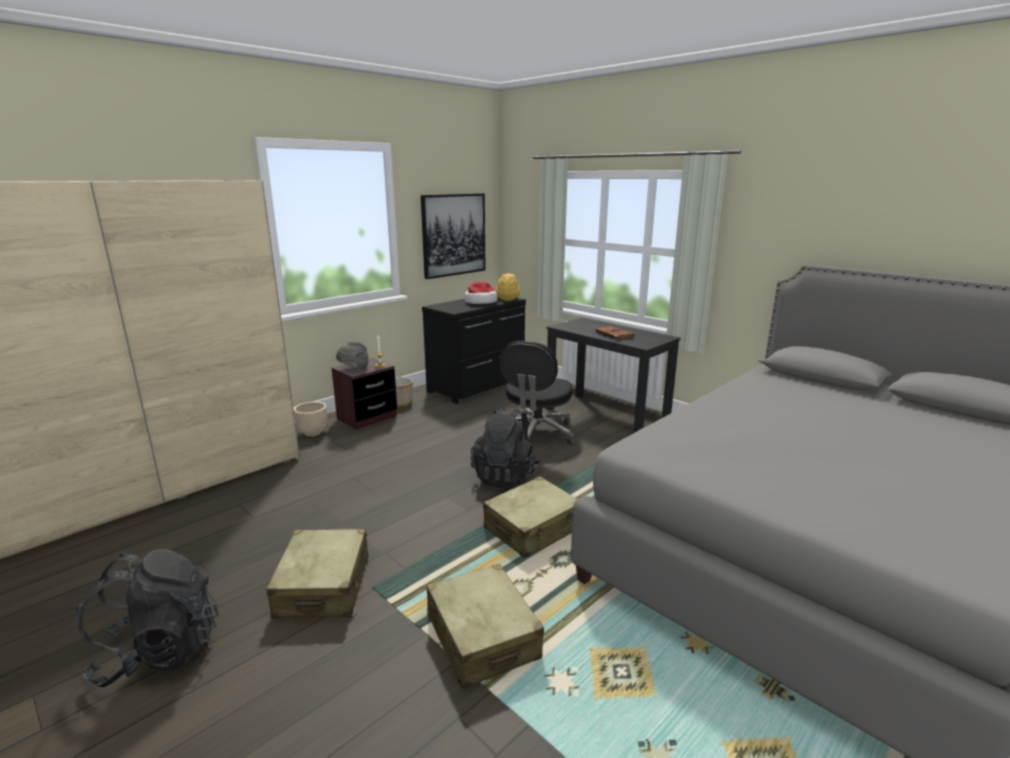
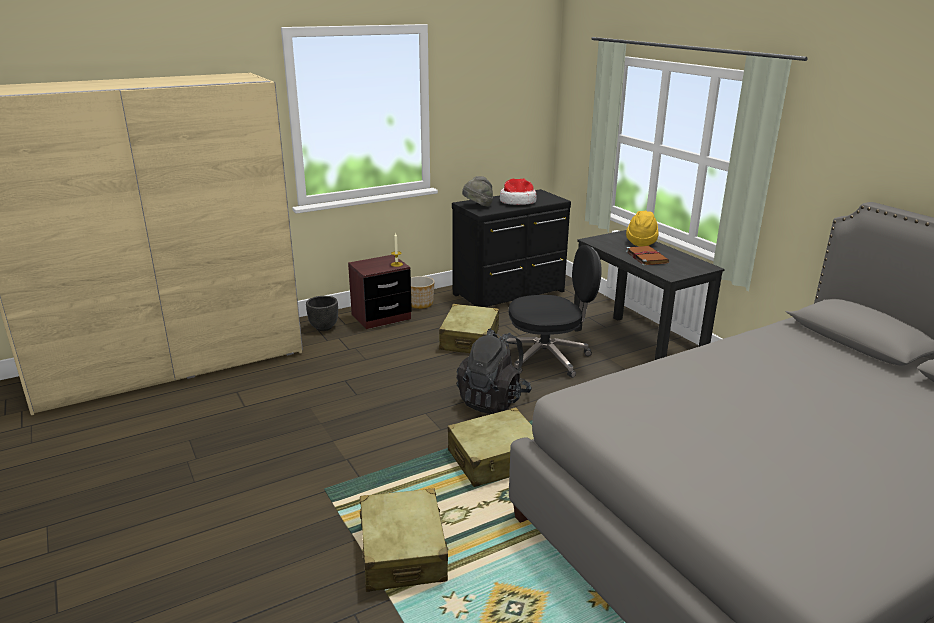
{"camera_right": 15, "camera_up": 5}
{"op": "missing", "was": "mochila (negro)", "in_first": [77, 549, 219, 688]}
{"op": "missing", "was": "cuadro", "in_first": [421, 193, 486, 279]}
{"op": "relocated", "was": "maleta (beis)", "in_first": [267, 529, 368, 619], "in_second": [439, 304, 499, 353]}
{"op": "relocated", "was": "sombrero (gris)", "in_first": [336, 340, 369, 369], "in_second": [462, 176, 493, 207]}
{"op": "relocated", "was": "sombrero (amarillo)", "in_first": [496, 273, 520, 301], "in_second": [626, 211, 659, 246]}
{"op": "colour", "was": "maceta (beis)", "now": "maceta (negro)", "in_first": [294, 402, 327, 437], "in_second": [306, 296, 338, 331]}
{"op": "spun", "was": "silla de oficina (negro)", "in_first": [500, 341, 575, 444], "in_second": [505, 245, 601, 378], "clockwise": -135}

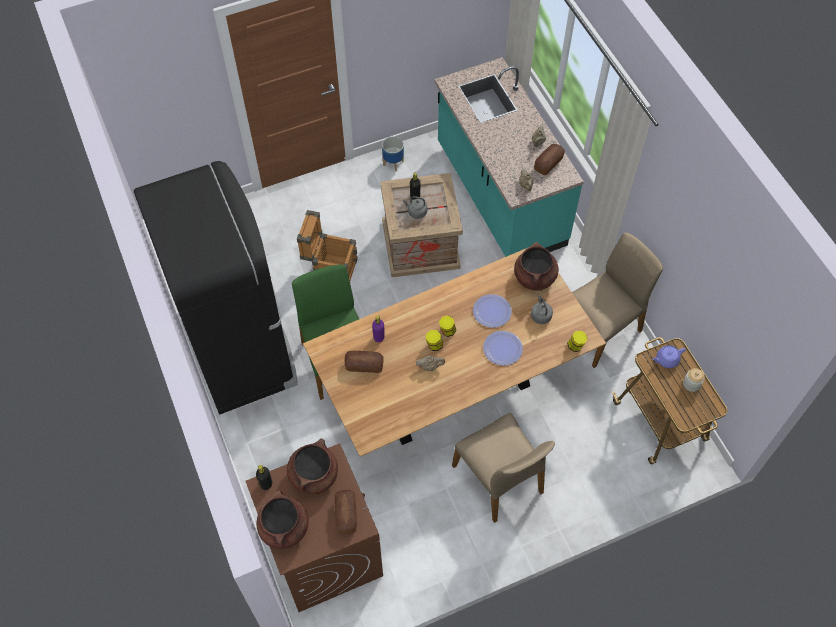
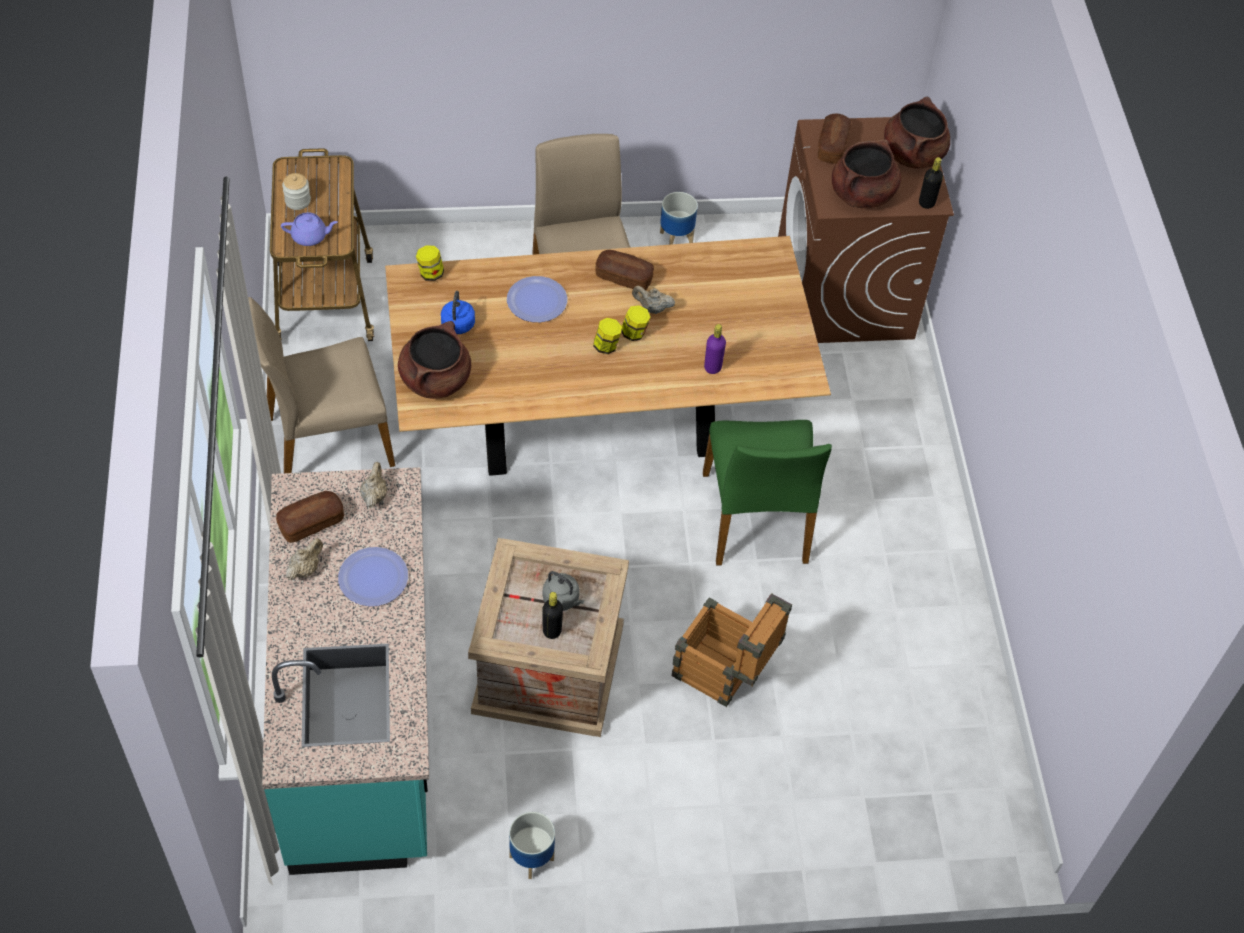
{"camera_right": -165, "camera_up": -5}
{"op": "missing", "was": "nevera (negro)", "in_first": [134, 161, 298, 414]}
{"op": "appeared", "now": "maceta", "in_second": [660, 192, 698, 245]}
{"op": "relocated", "was": "pan", "in_first": [344, 351, 384, 373], "in_second": [596, 250, 654, 290]}
{"op": "relocated", "was": "plato", "in_first": [473, 294, 512, 328], "in_second": [338, 547, 408, 606]}
{"op": "colour", "was": "hervidor (gris)", "now": "hervidor (azul)", "in_first": [531, 295, 553, 324], "in_second": [441, 291, 475, 334]}

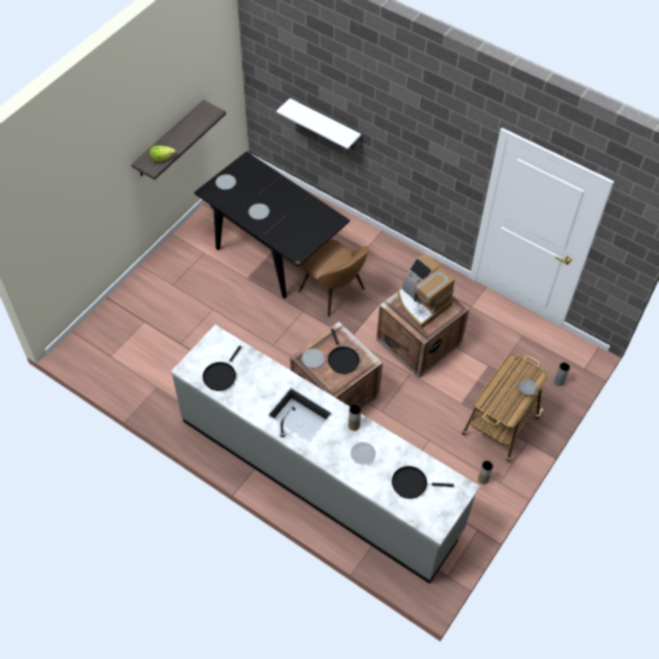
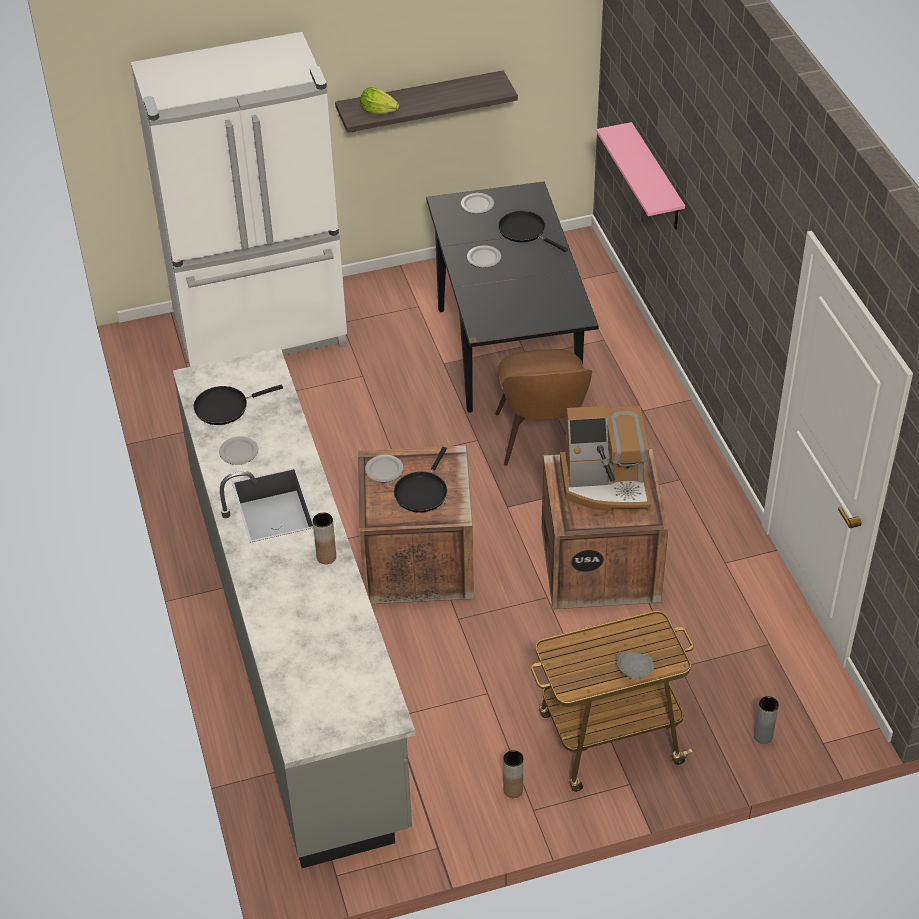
{"camera_right": 40, "camera_up": -10}
{"op": "appeared", "now": "nevera (blanco)", "in_second": [131, 32, 347, 367]}
{"op": "relocated", "was": "plato", "in_first": [351, 442, 376, 465], "in_second": [219, 436, 258, 465]}
{"op": "relocated", "was": "sartén (negro)", "in_first": [392, 466, 454, 499], "in_second": [498, 211, 568, 252]}
{"op": "colour", "was": "estante (blanco)", "now": "estante (rosa)", "in_first": [276, 98, 361, 149], "in_second": [596, 122, 685, 229]}
{"op": "spun", "was": "cafetera", "in_first": [397, 253, 455, 328], "in_second": [560, 406, 651, 511], "clockwise": -90}

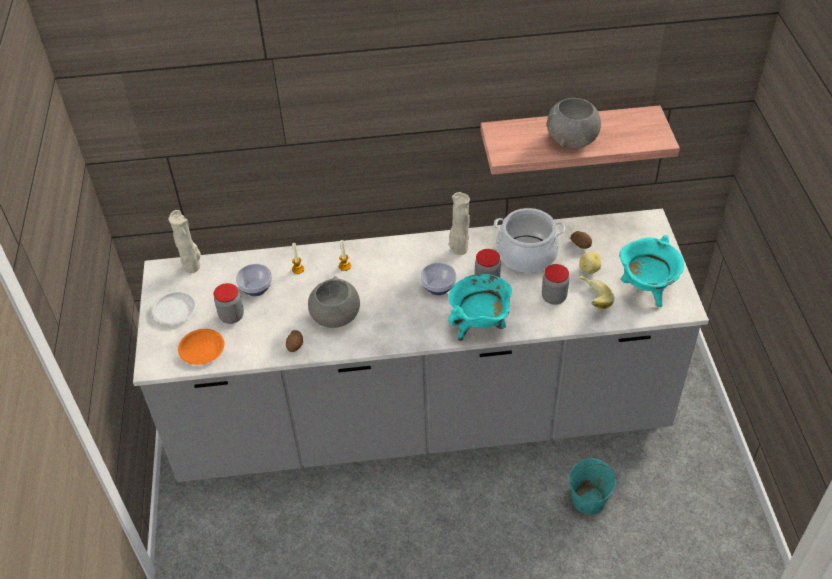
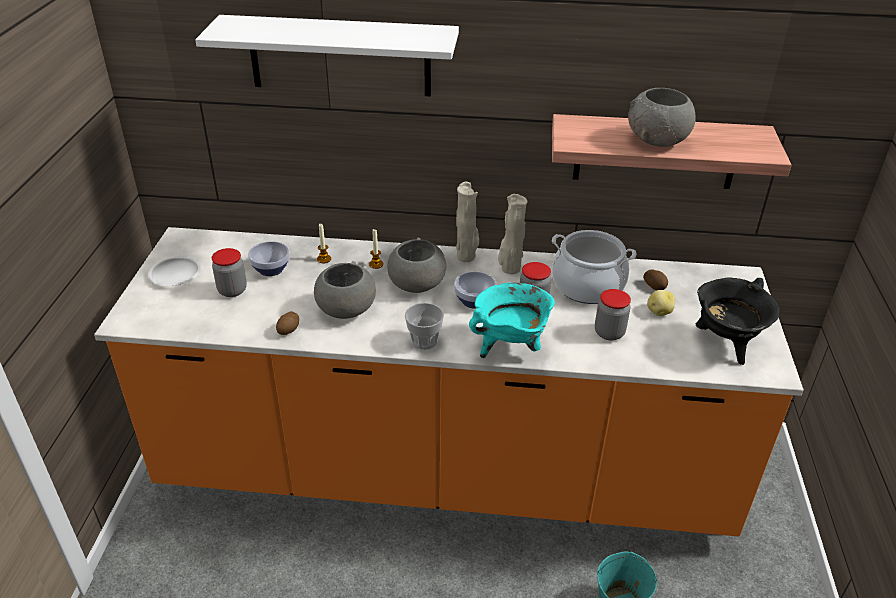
{"camera_right": 10, "camera_up": -10}
{"op": "missing", "was": "plato (naranja)", "in_first": [178, 329, 225, 365]}
{"op": "missing", "was": "plátano", "in_first": [580, 275, 614, 309]}
{"op": "appeared", "now": "estante (blanco)", "in_second": [195, 15, 459, 96]}
{"op": "appeared", "now": "cuenco (gris)", "in_second": [387, 238, 446, 293]}
{"op": "appeared", "now": "taza", "in_second": [405, 303, 444, 350]}
{"op": "relocated", "was": "florero (beis)", "in_first": [169, 210, 201, 273], "in_second": [456, 182, 479, 262]}
{"op": "colour", "was": "mueble bajo de cocina (gris)", "now": "mueble bajo de cocina (naranja)", "in_first": [133, 209, 709, 482], "in_second": [94, 227, 804, 537]}
{"op": "colour", "was": "olla (turquesa)", "now": "olla (negro)", "in_first": [619, 235, 684, 307], "in_second": [696, 277, 780, 365]}

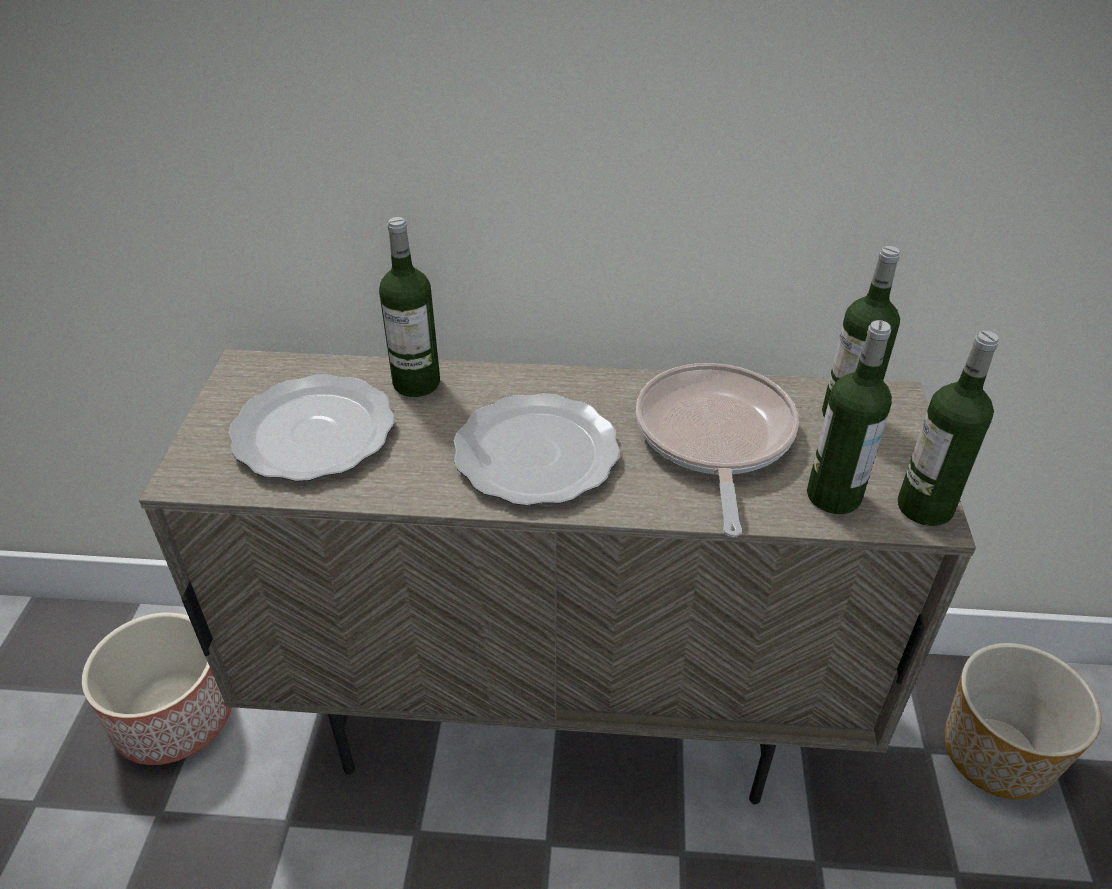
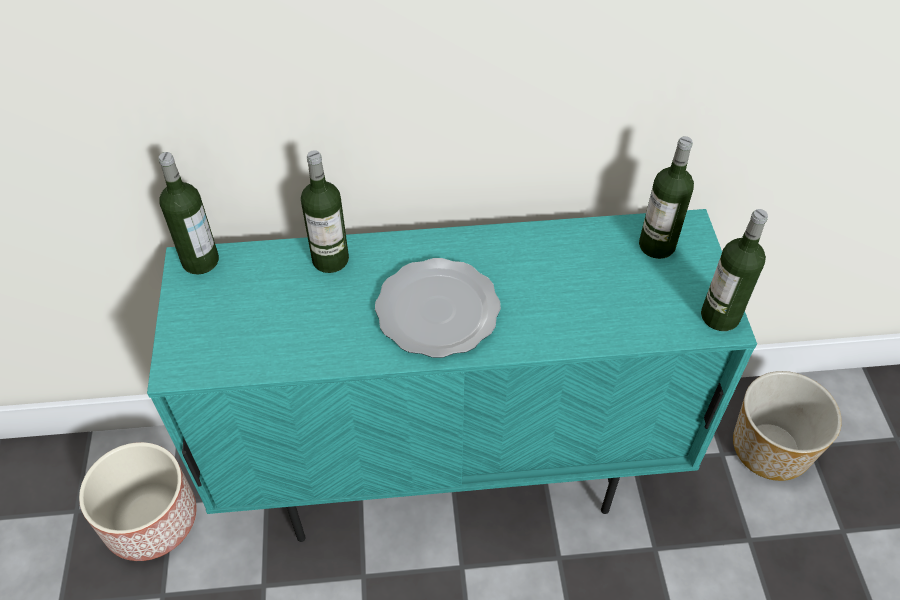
{"camera_right": -10, "camera_up": 10}
{"op": "missing", "was": "plato", "in_first": [228, 374, 395, 482]}
{"op": "missing", "was": "sartén", "in_first": [636, 363, 799, 537]}
{"op": "relocated", "was": "botella", "in_first": [807, 320, 892, 514], "in_second": [158, 152, 219, 275]}
{"op": "colour", "was": "armario (beis)", "now": "armario (turquesa)", "in_first": [139, 350, 976, 805], "in_second": [147, 209, 757, 542]}

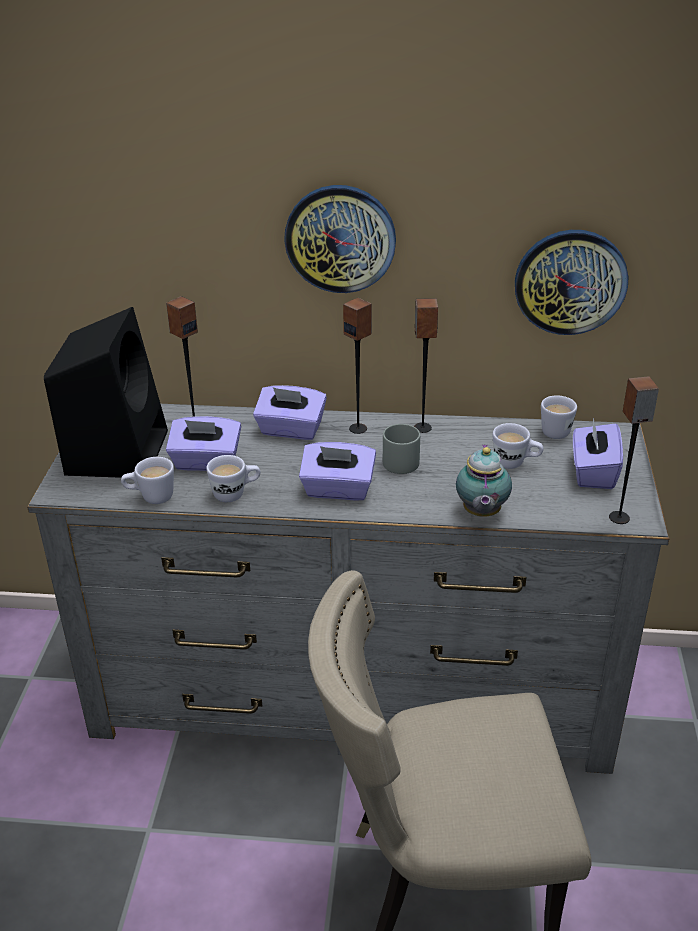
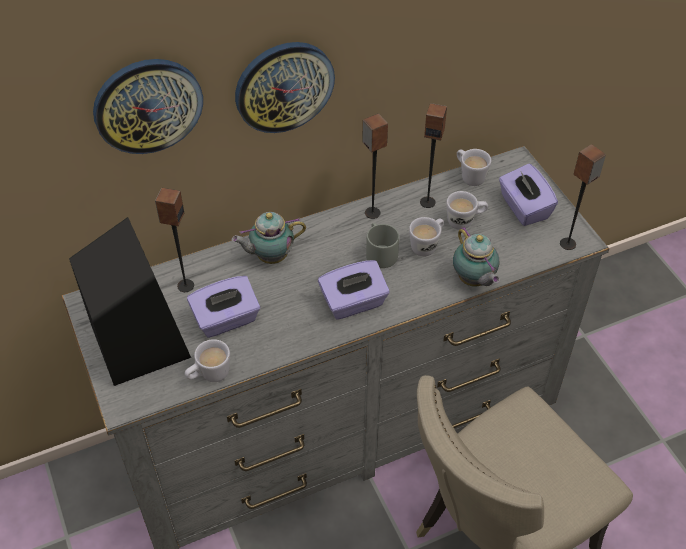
{"camera_right": -30, "camera_up": 15}
{"op": "relocated", "was": "taza grande (blanco)", "in_first": [206, 455, 260, 502], "in_second": [409, 217, 444, 257]}
{"op": "relocated", "was": "altavoz", "in_first": [343, 298, 372, 434], "in_second": [420, 103, 447, 208]}
{"op": "relocated", "was": "reloj de pared", "in_first": [515, 230, 628, 335], "in_second": [93, 59, 203, 154]}
{"op": "exchanged", "was": "caja de pañuelos (morado)", "now": "tetera", "in_first": [253, 385, 327, 440], "in_second": [231, 212, 306, 264]}

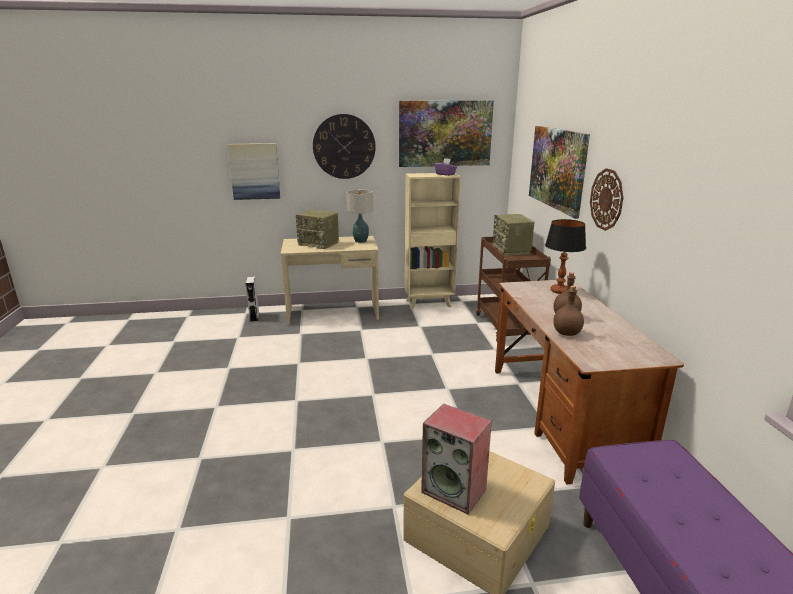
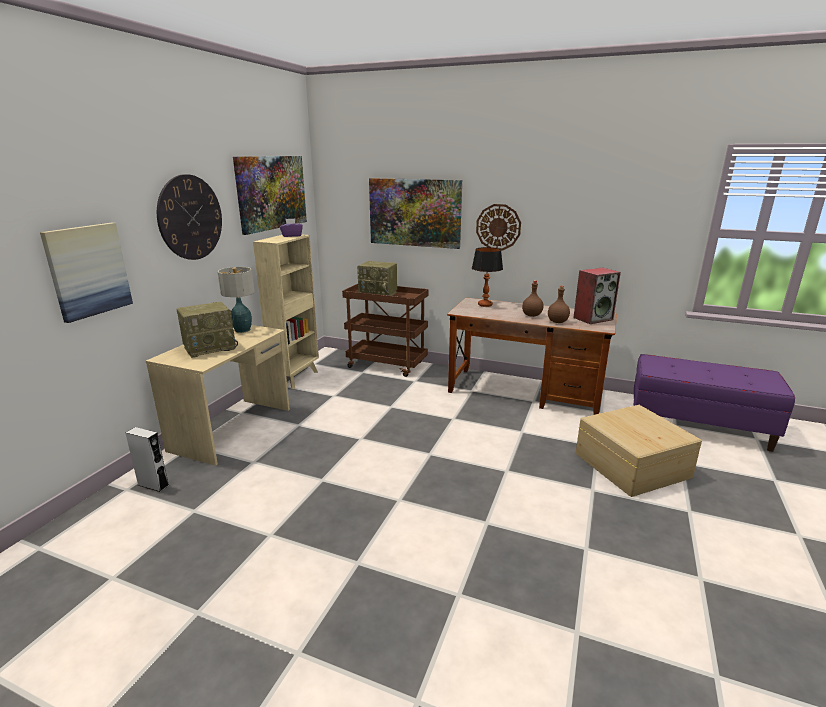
{"camera_right": -60, "camera_up": 0}
{"op": "relocated", "was": "altavoz", "in_first": [421, 403, 492, 515], "in_second": [573, 267, 621, 324]}

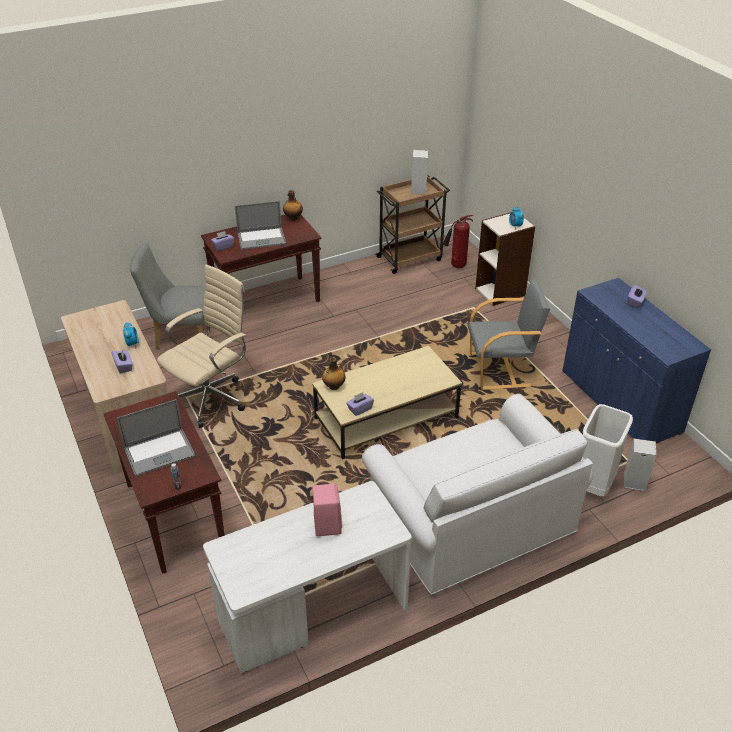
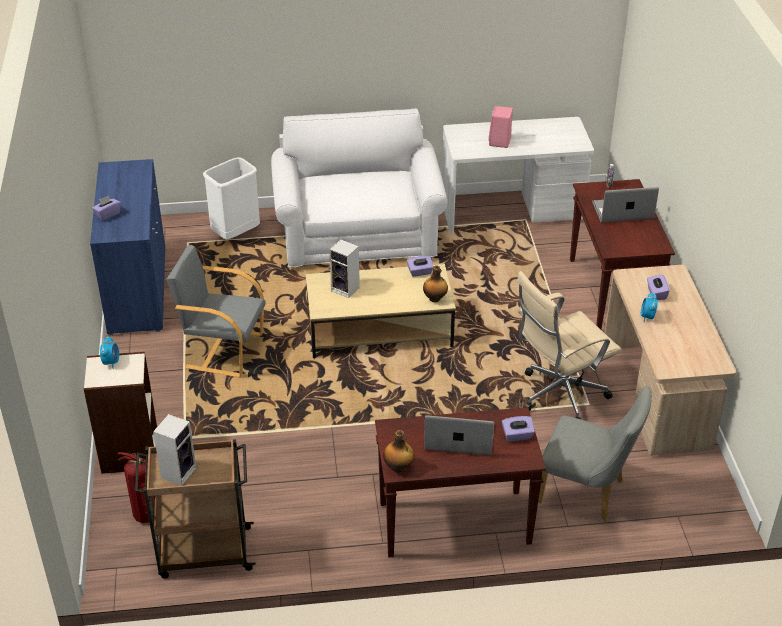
{"camera_right": -160, "camera_up": 0}
{"op": "relocated", "was": "altavoz", "in_first": [624, 438, 656, 491], "in_second": [329, 239, 360, 298]}

